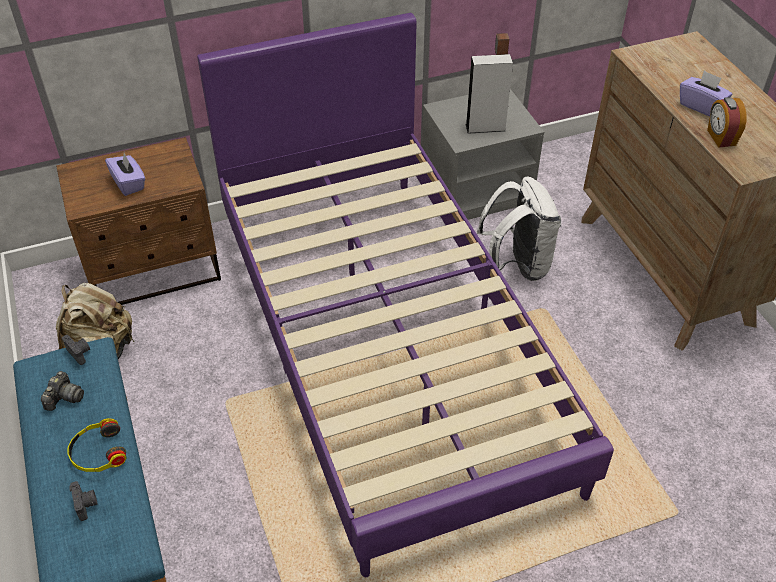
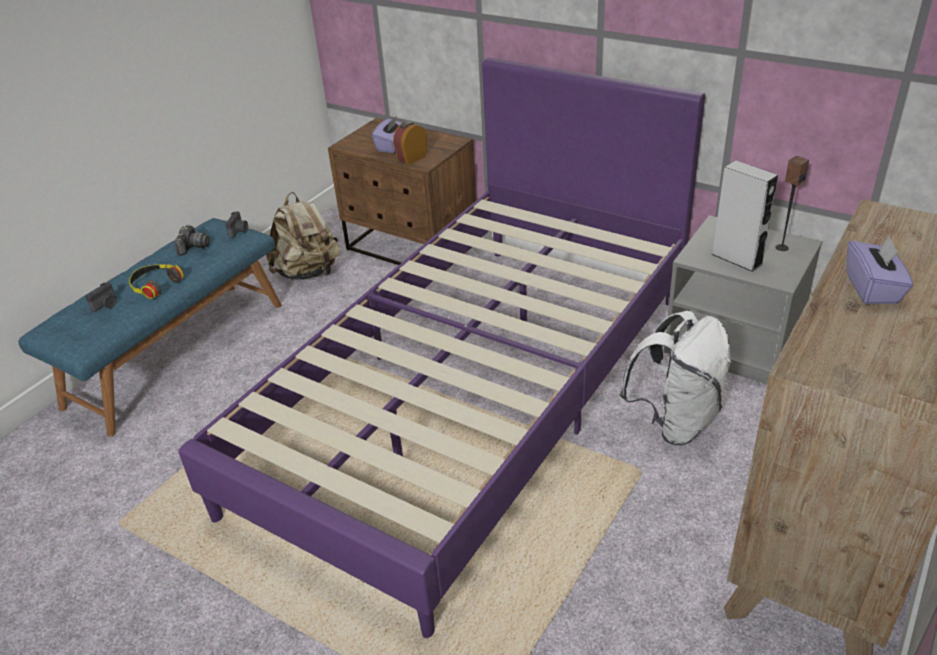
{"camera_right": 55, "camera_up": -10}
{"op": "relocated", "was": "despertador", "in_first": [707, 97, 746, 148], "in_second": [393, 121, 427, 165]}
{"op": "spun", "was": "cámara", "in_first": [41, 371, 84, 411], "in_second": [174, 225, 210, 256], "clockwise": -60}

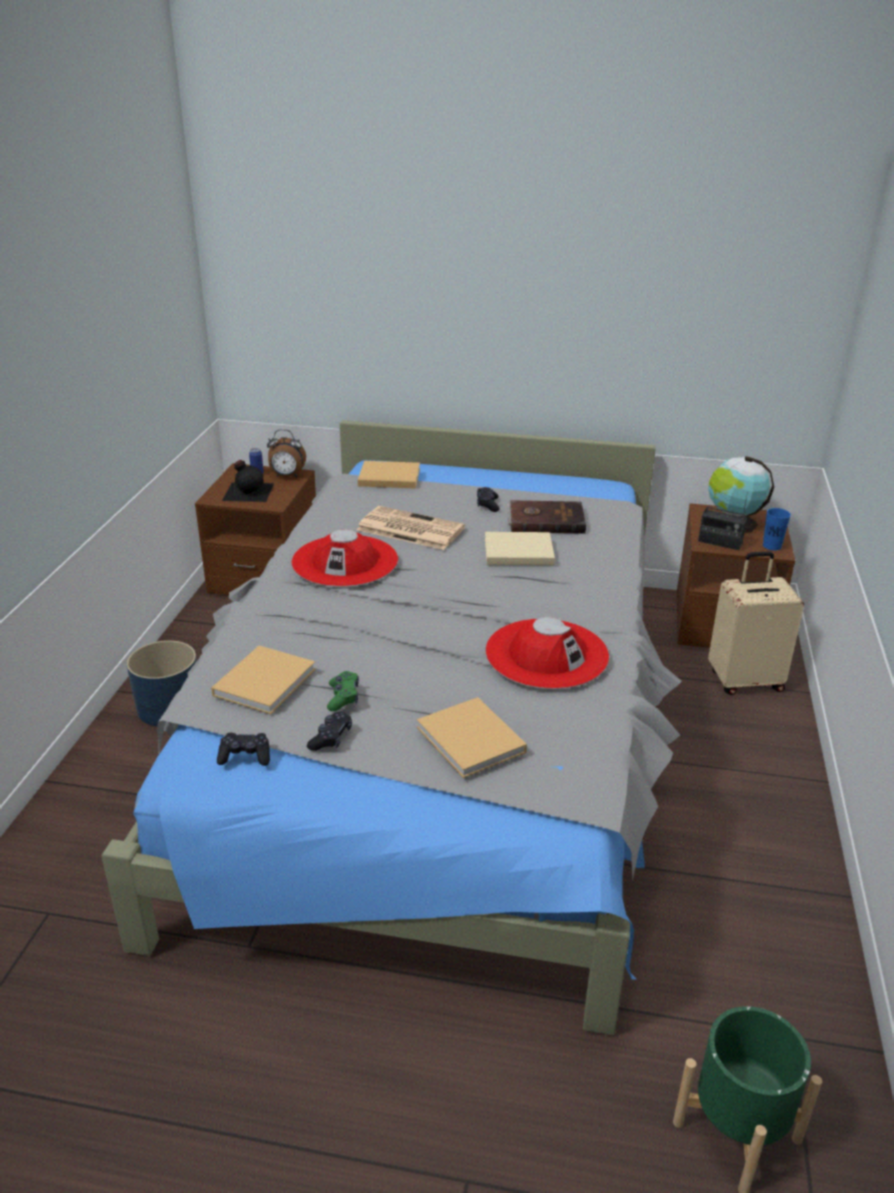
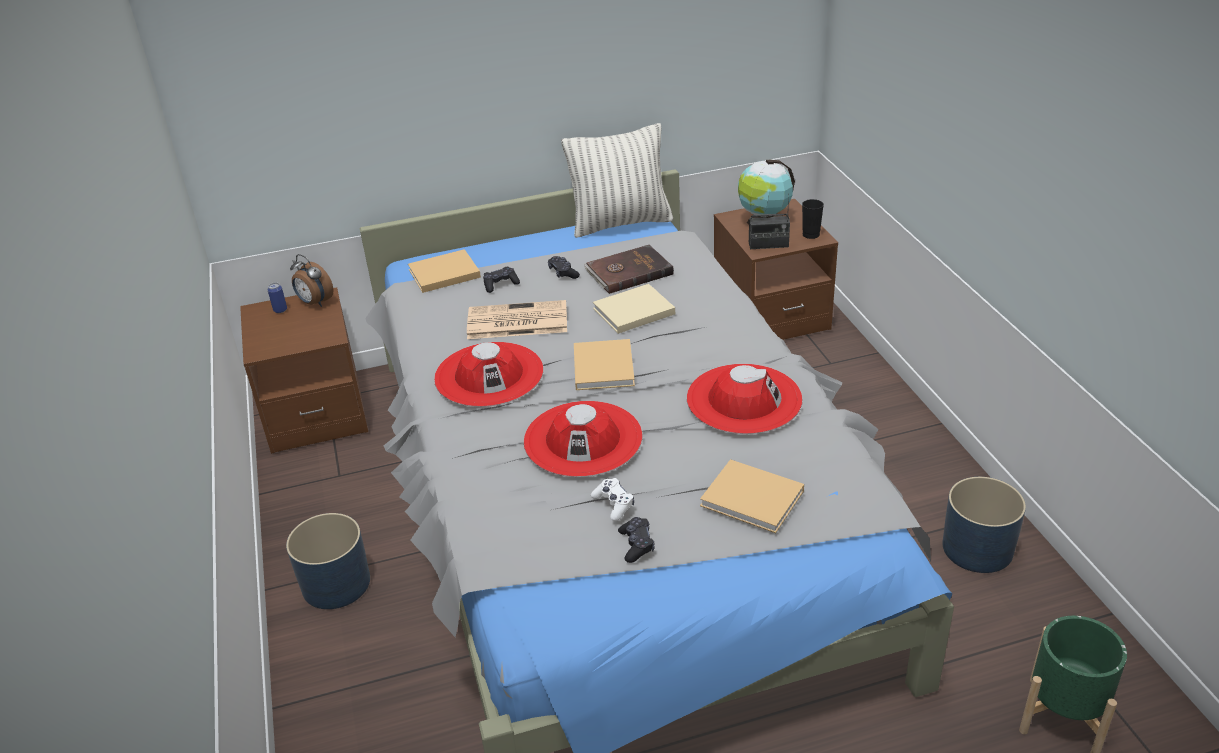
{"camera_right": -25, "camera_up": 5}
{"op": "missing", "was": "botella (negro)", "in_first": [222, 460, 274, 502]}
{"op": "missing", "was": "maleta (beis)", "in_first": [708, 551, 804, 695]}
{"op": "appeared", "now": "sombrero (rojo)", "in_second": [524, 401, 643, 477]}
{"op": "appeared", "now": "cojín", "in_second": [561, 123, 673, 238]}
{"op": "appeared", "now": "maceta (azul)", "in_second": [942, 477, 1026, 573]}
{"op": "relocated", "was": "libro (beis)", "in_first": [211, 645, 316, 714], "in_second": [574, 339, 635, 390]}
{"op": "relocated", "was": "mando de consola (negro)", "in_first": [217, 733, 270, 766], "in_second": [483, 266, 520, 293]}
{"op": "colour", "was": "mando de consola (verde)", "now": "mando de consola (blanco)", "in_first": [327, 671, 359, 711], "in_second": [591, 478, 634, 521]}
{"op": "colour", "was": "taza (azul)", "now": "taza (negro)", "in_first": [763, 508, 791, 551], "in_second": [802, 199, 824, 239]}
{"op": "spun", "was": "despertador", "in_first": [267, 429, 306, 477], "in_second": [290, 254, 334, 307], "clockwise": 60}

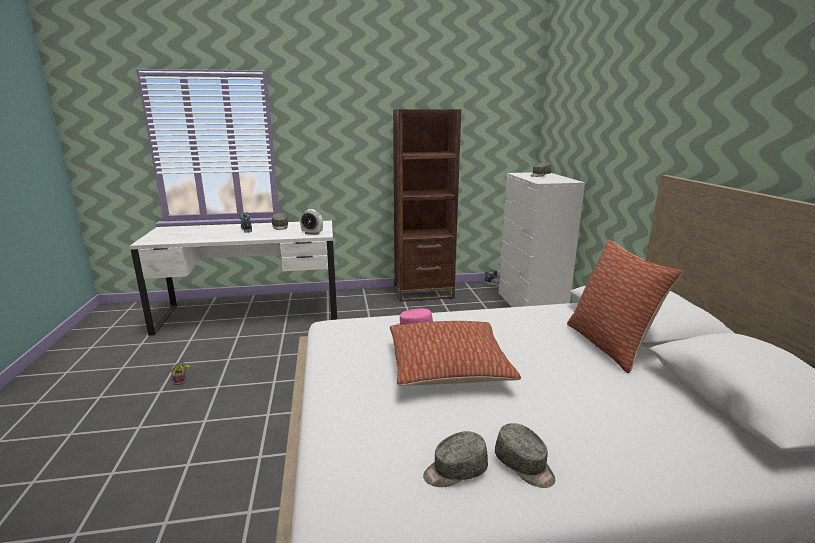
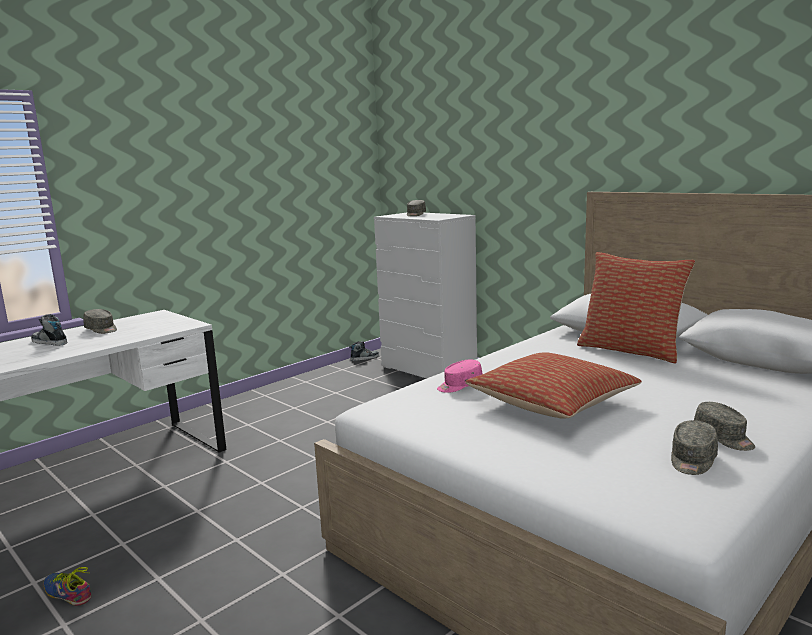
{"camera_right": -35, "camera_up": -5}
{"op": "missing", "was": "despertador", "in_first": [300, 209, 323, 235]}
{"op": "missing", "was": "estantería (marrón)", "in_first": [393, 109, 461, 302]}
{"op": "spun", "was": "gorra (gris)", "in_first": [495, 423, 555, 488], "in_second": [694, 402, 755, 451], "clockwise": 45}

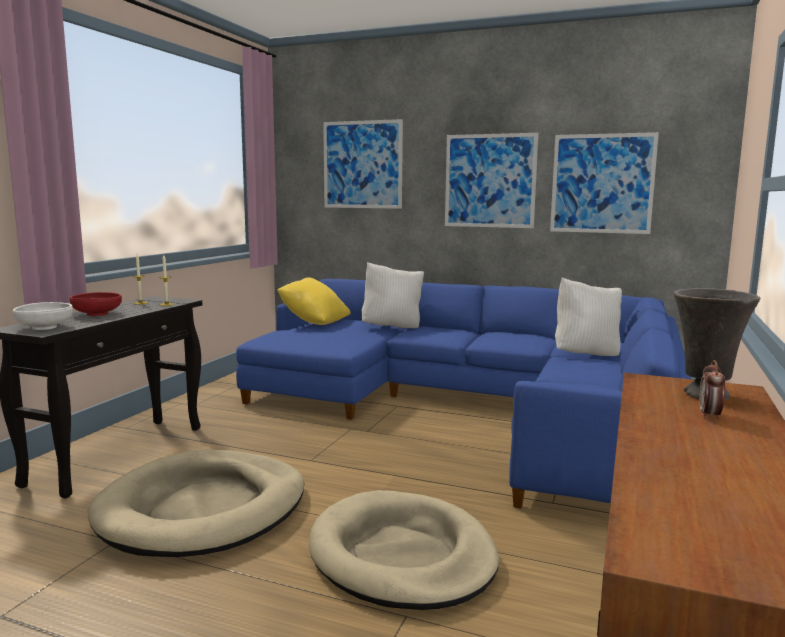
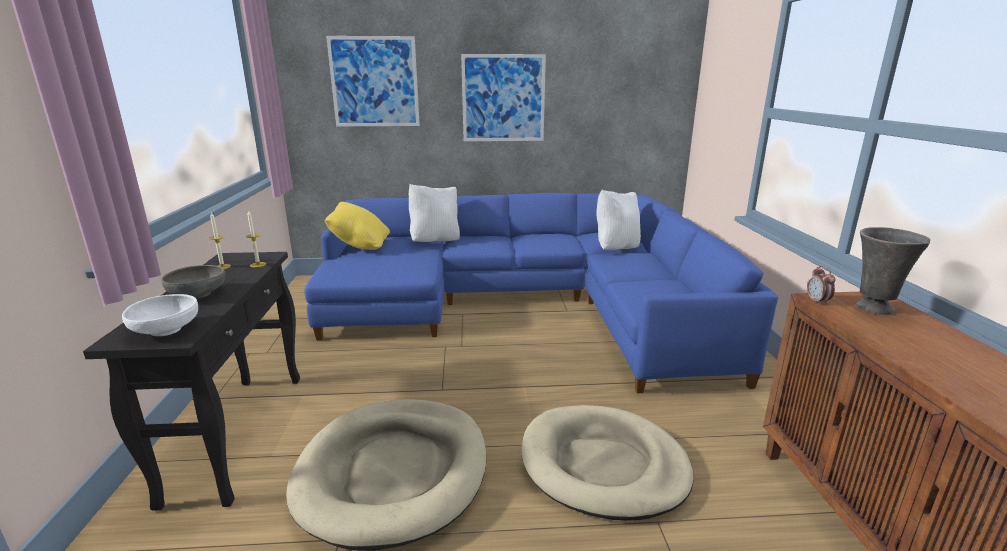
{"camera_right": -25, "camera_up": 10}
{"op": "missing", "was": "cuadro", "in_first": [550, 132, 659, 234]}
{"op": "relocated", "was": "despertador", "in_first": [699, 360, 725, 419], "in_second": [807, 265, 836, 305]}
{"op": "colour", "was": "cuenco (rojo)", "now": "cuenco (gris)", "in_first": [70, 292, 122, 316], "in_second": [161, 265, 226, 299]}

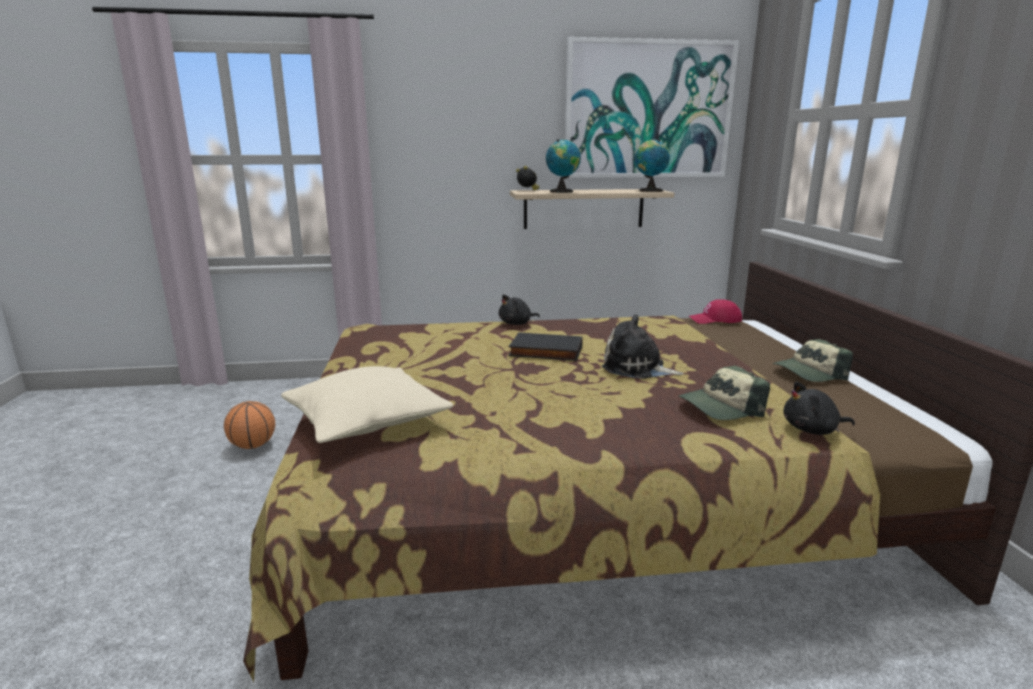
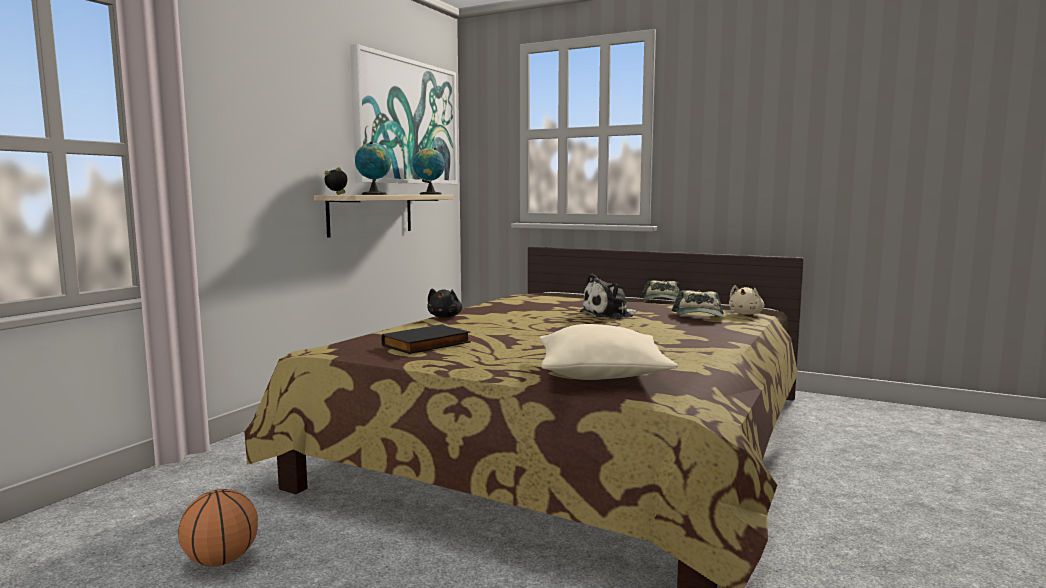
{"camera_right": -55, "camera_up": -10}
{"op": "missing", "was": "gorra (rojo)", "in_first": [689, 299, 742, 324]}
{"op": "relocated", "was": "libro (negro)", "in_first": [509, 332, 582, 361], "in_second": [382, 324, 471, 354]}
{"op": "colour", "was": "peluche (negro)", "now": "peluche (beis)", "in_first": [783, 381, 855, 435], "in_second": [729, 286, 765, 315]}

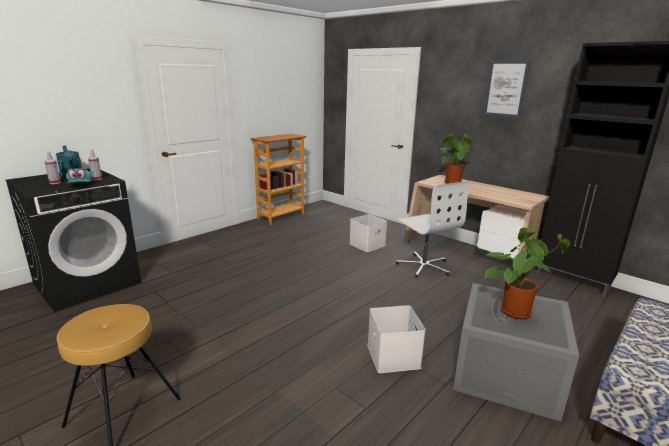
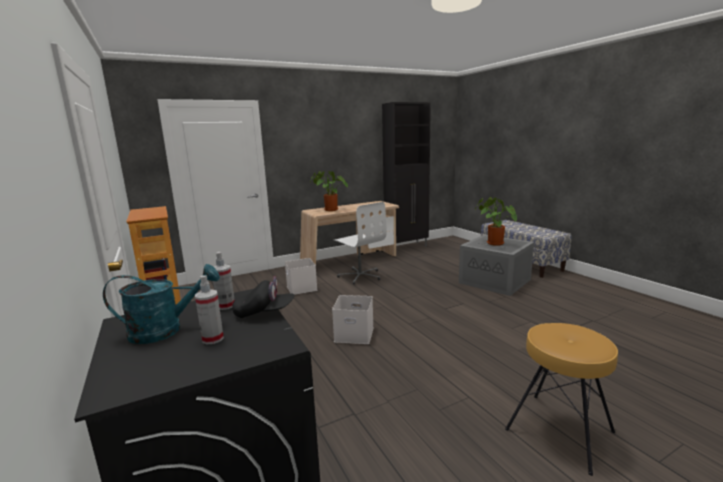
{"camera_right": -70, "camera_up": -5}
{"op": "missing", "was": "cuadro", "in_first": [483, 60, 530, 118]}
{"op": "relocated", "was": "caja de almacenaje (blanco)", "in_first": [367, 305, 426, 373], "in_second": [332, 295, 374, 344]}
{"op": "colour", "was": "gorra (turquesa)", "now": "gorra (negro)", "in_first": [66, 168, 93, 183], "in_second": [232, 276, 295, 318]}
{"op": "spun", "was": "silla de oficina (blanco)", "in_first": [396, 181, 469, 278], "in_second": [334, 202, 387, 284], "clockwise": 60}

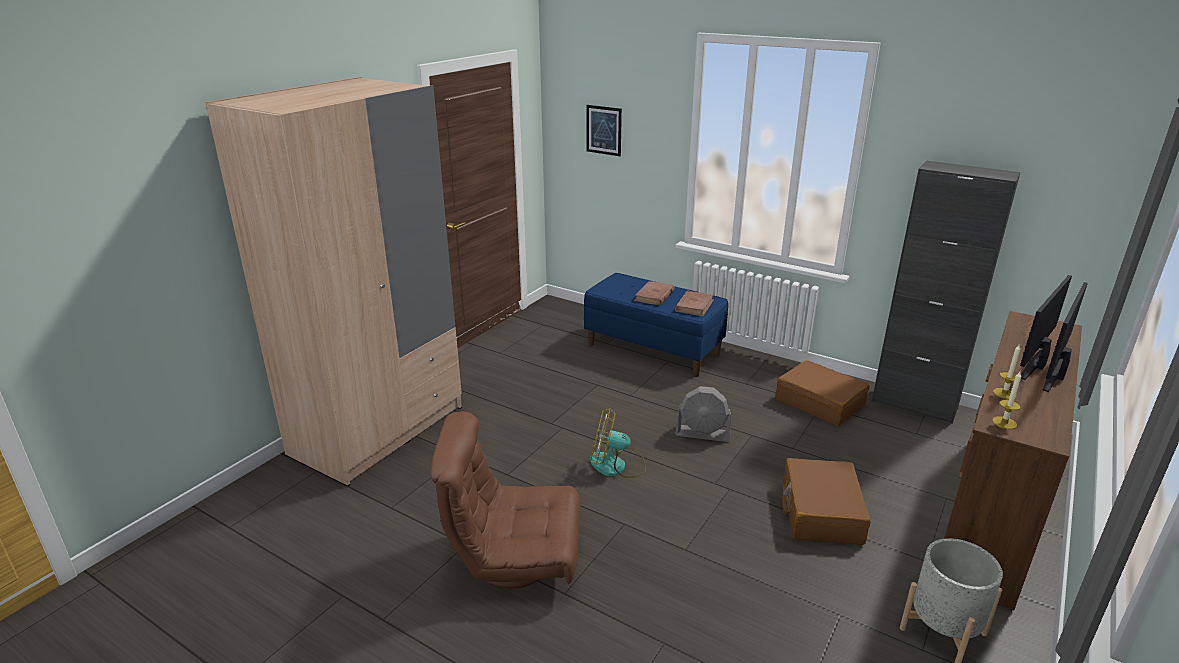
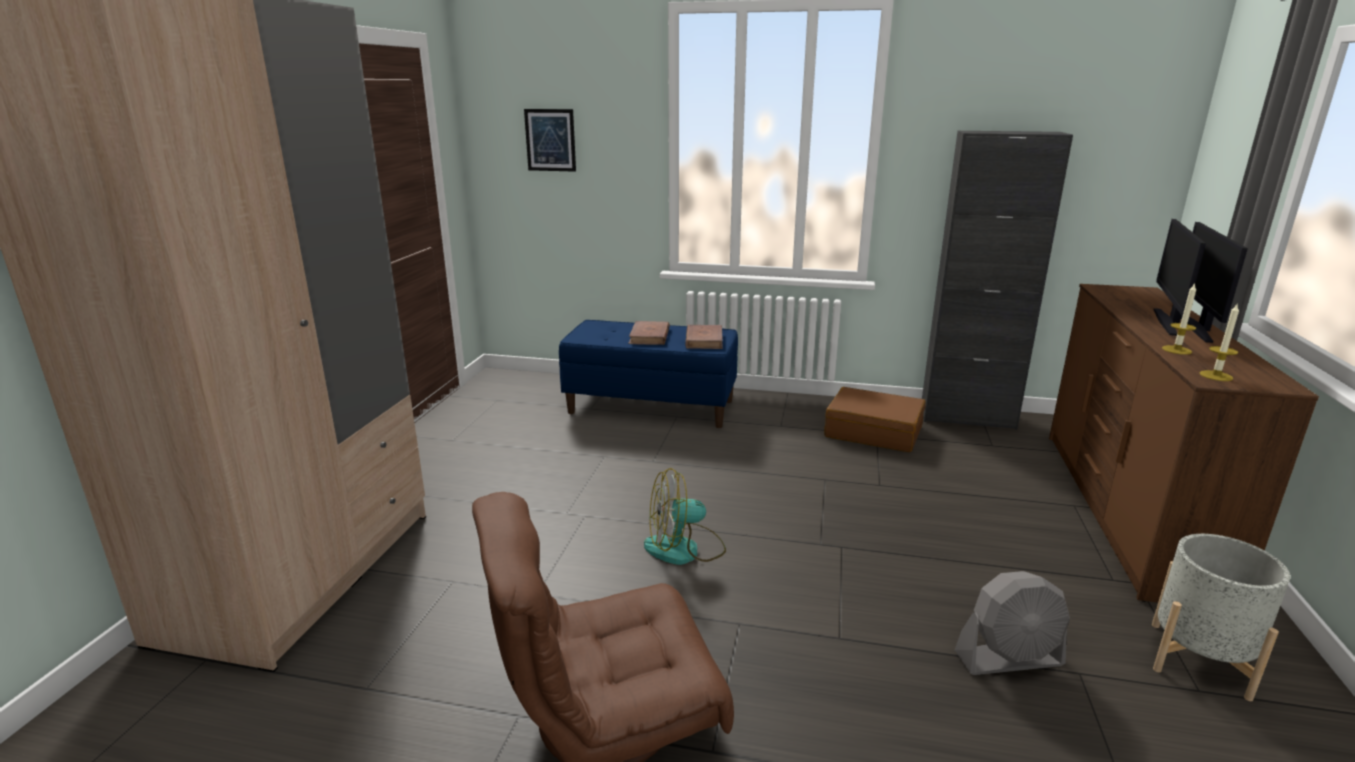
{"camera_right": -20, "camera_up": -5}
{"op": "missing", "was": "maleta (marrón)", "in_first": [782, 458, 870, 545]}
{"op": "relocated", "was": "ventilador (gris)", "in_first": [675, 386, 731, 442], "in_second": [955, 571, 1070, 675]}

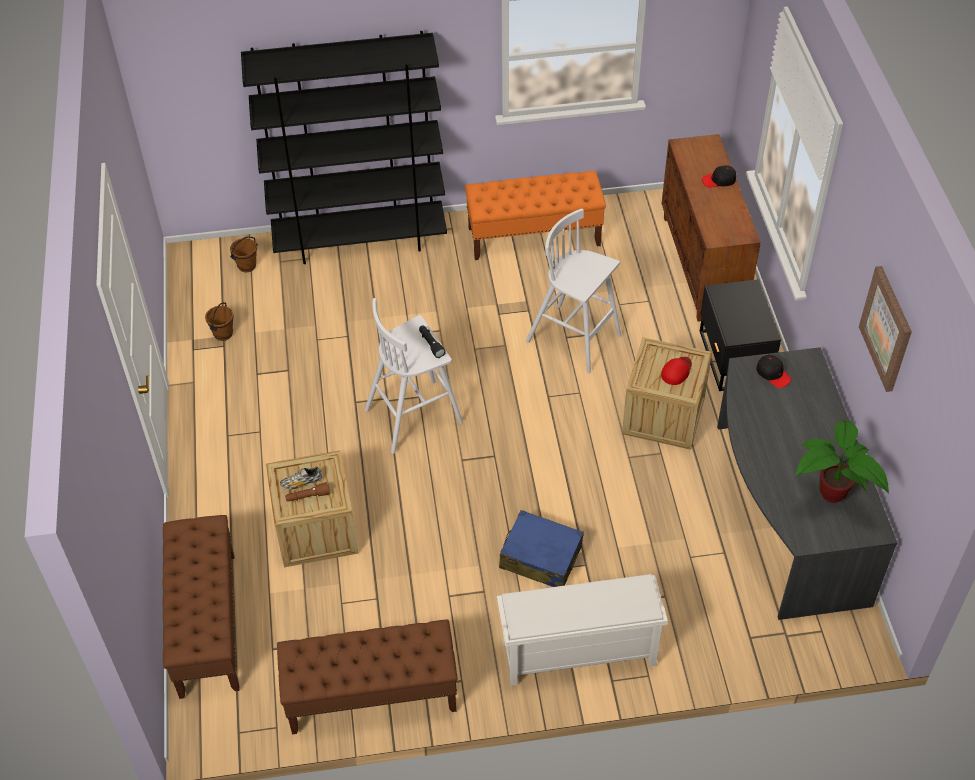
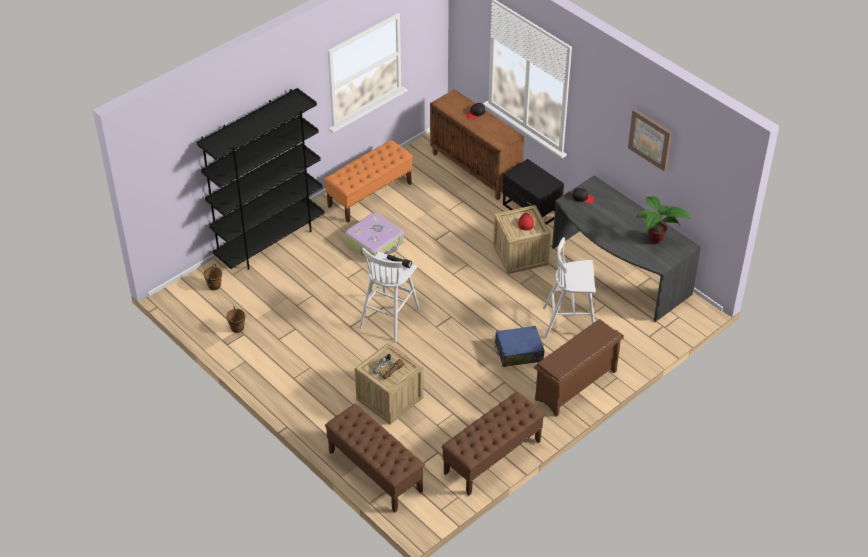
{"camera_right": -35, "camera_up": -5}
{"op": "appeared", "now": "maleta", "in_second": [345, 212, 404, 262]}
{"op": "relocated", "was": "taburete (blanco)", "in_first": [526, 209, 621, 374], "in_second": [543, 237, 595, 338]}
{"op": "colour", "was": "zapatero (blanco)", "now": "zapatero (marrón)", "in_first": [497, 574, 668, 686], "in_second": [534, 319, 624, 417]}

